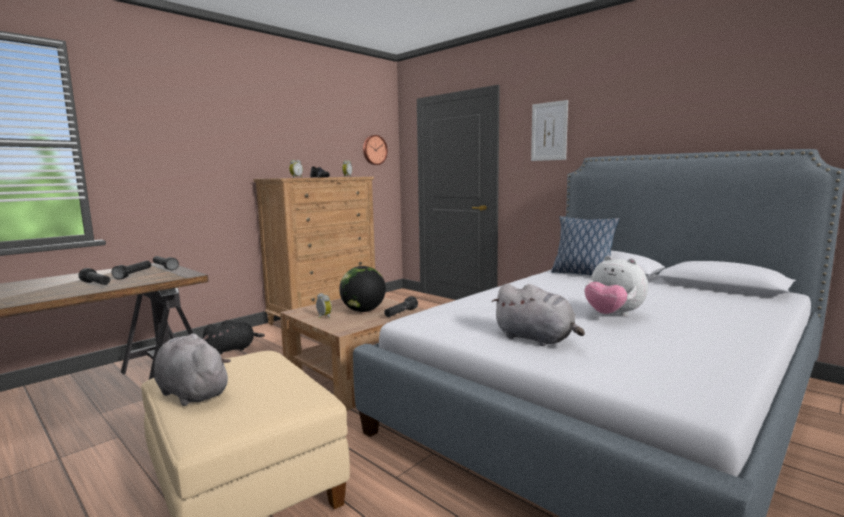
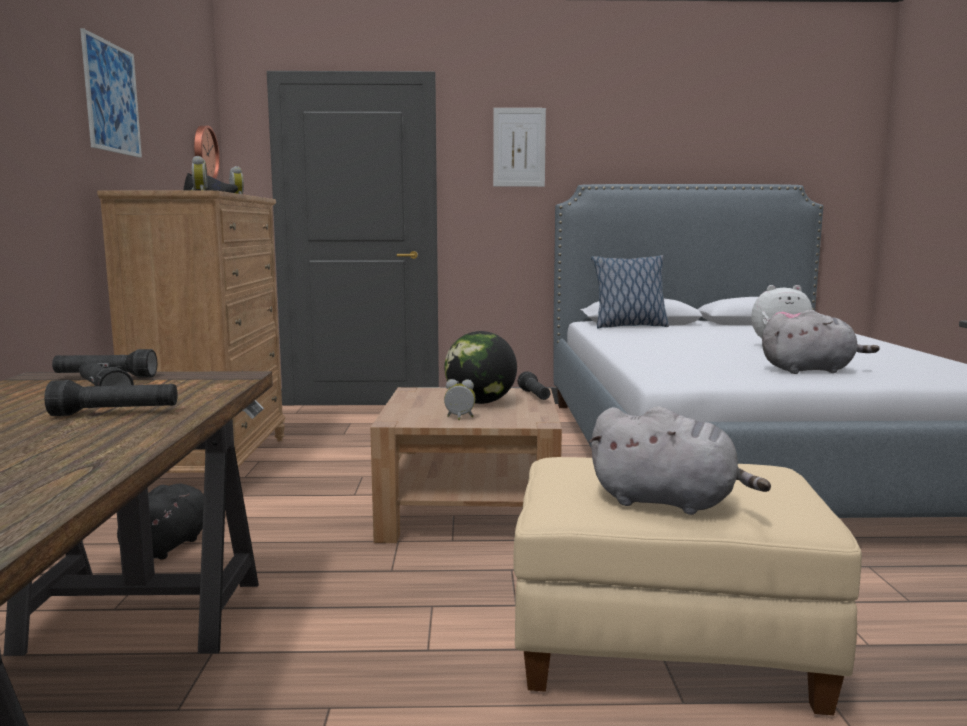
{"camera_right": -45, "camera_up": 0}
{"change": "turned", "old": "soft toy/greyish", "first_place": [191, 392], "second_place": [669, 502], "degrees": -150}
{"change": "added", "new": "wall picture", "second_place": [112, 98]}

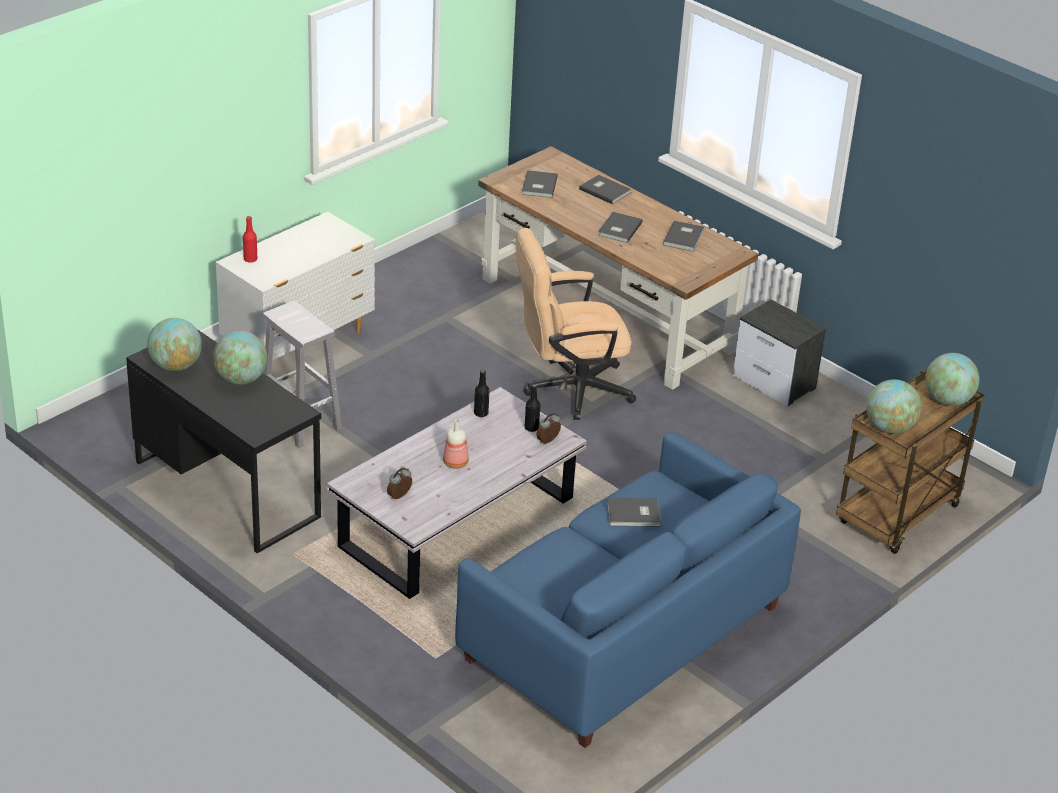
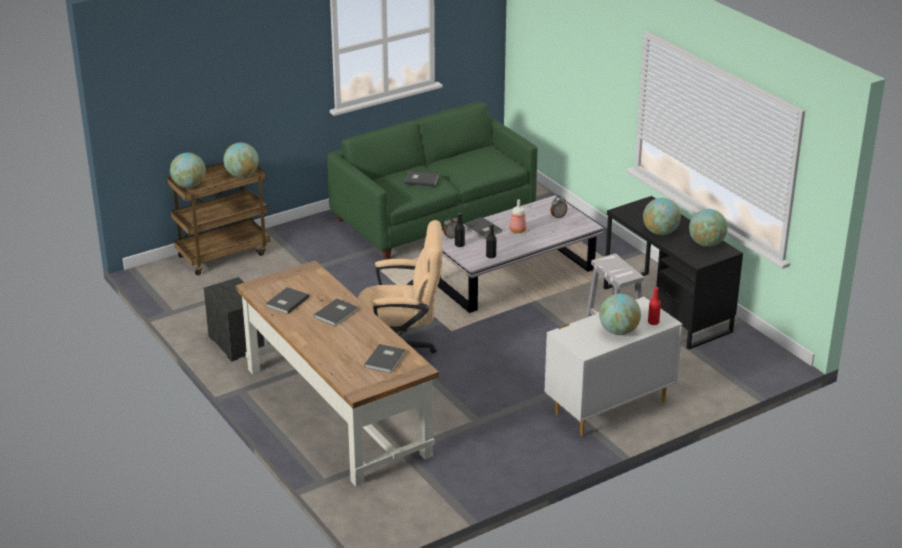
{"camera_right": -165, "camera_up": -5}
{"change": "recoloured", "old": "sofa/bluish", "new": "sofa/green-coloured", "first_place": [623, 633], "second_place": [433, 217]}
{"change": "moved", "old": "bound book/greyish", "first_place": [605, 190], "second_place": [482, 230]}
{"change": "added", "new": "world globe", "second_place": [618, 331]}

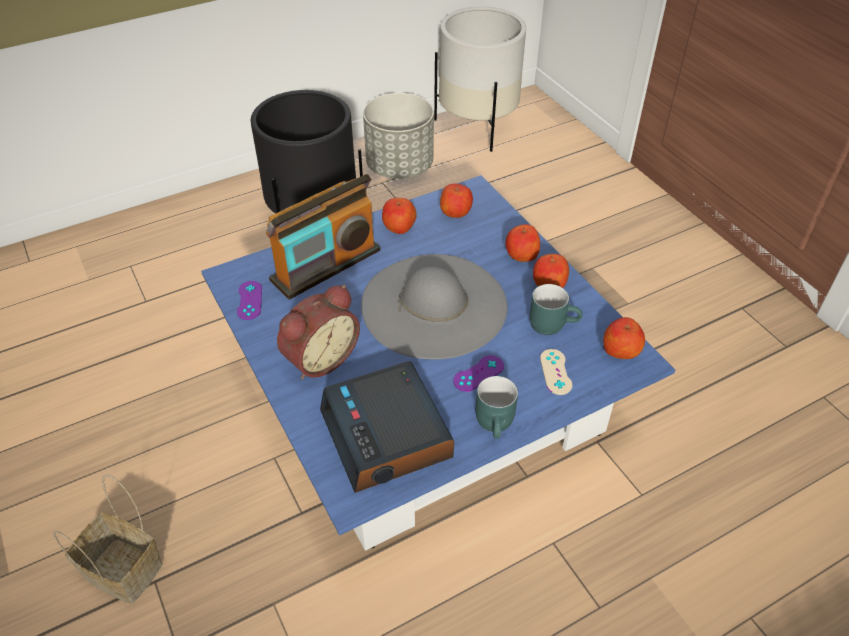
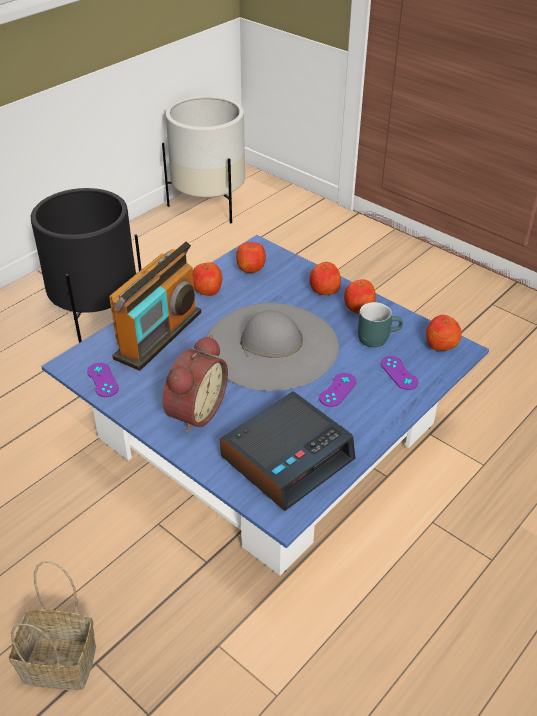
{"camera_right": -20, "camera_up": -5}
{"change": "turned", "old": "bedside clock", "first_place": [387, 435], "second_place": [287, 457], "degrees": -90}
{"change": "removed", "old": "flower pot/greyish", "first_place": [399, 167]}
{"change": "removed", "old": "mug/turquoise", "first_place": [497, 424]}
{"change": "recoloured", "old": "game controller/beige-coloured", "new": "game controller/purplish", "first_place": [555, 372], "second_place": [399, 373]}

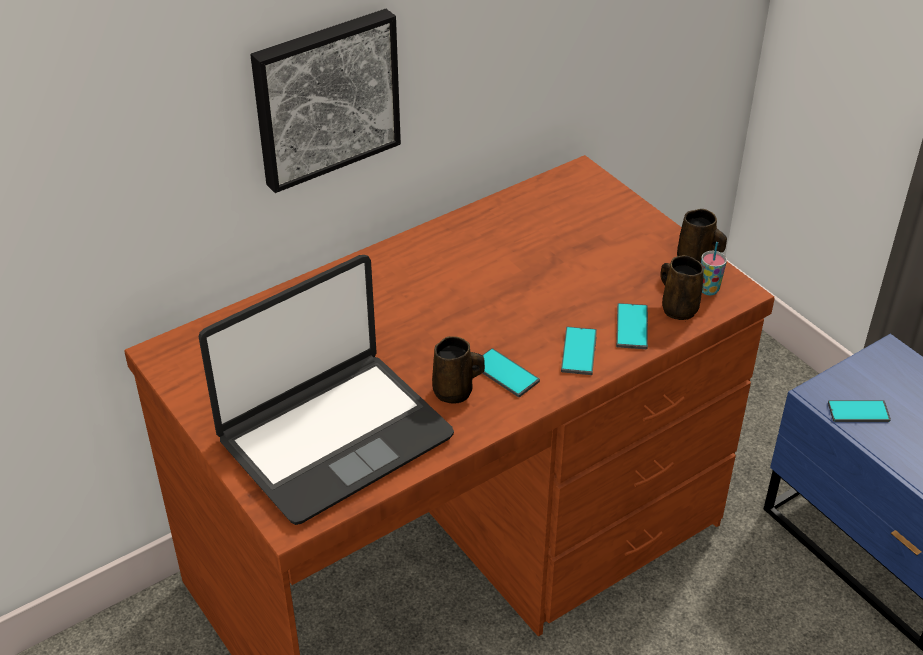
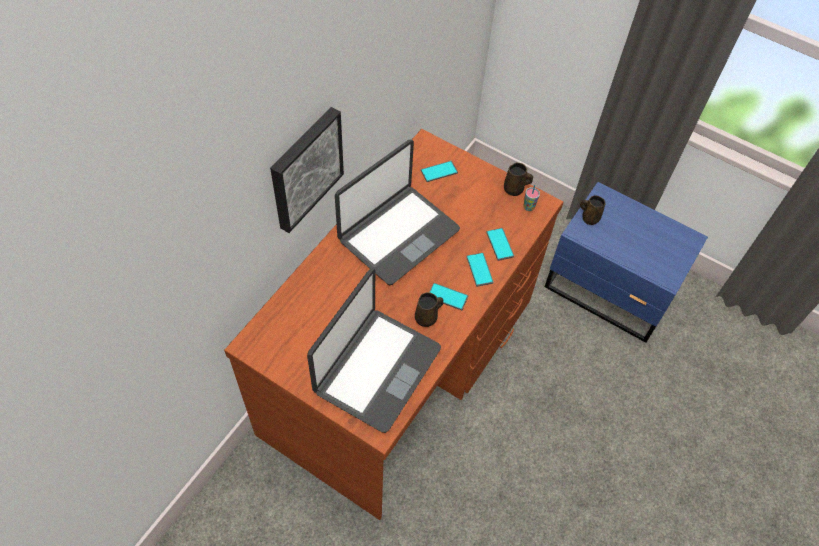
{"camera_right": -25, "camera_up": 15}
{"change": "moved", "old": "mug/brown-coloured", "first_place": [678, 308], "second_place": [589, 218]}
{"change": "moved", "old": "phone", "first_place": [858, 411], "second_place": [439, 171]}
{"change": "added", "new": "portable computer", "second_place": [397, 234]}

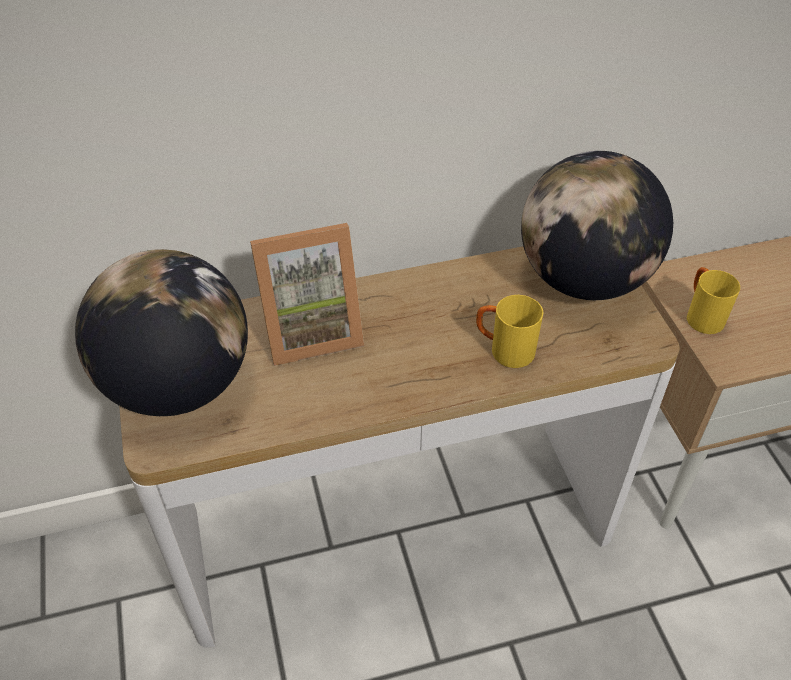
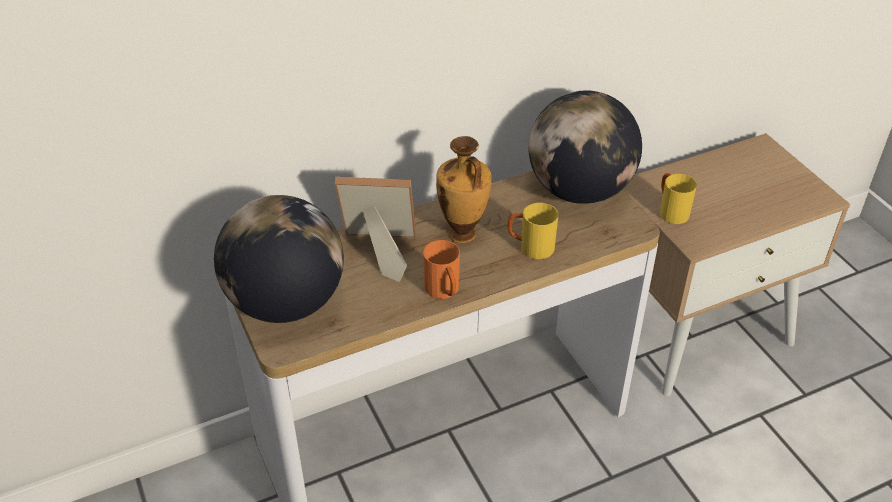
{"camera_right": -10, "camera_up": -5}
{"change": "turned", "old": "standing frame", "first_place": [310, 330], "second_place": [378, 252], "degrees": -150}
{"change": "added", "new": "mug/orange-coloured", "second_place": [444, 292]}
{"change": "added", "new": "flower vase", "second_place": [462, 235]}

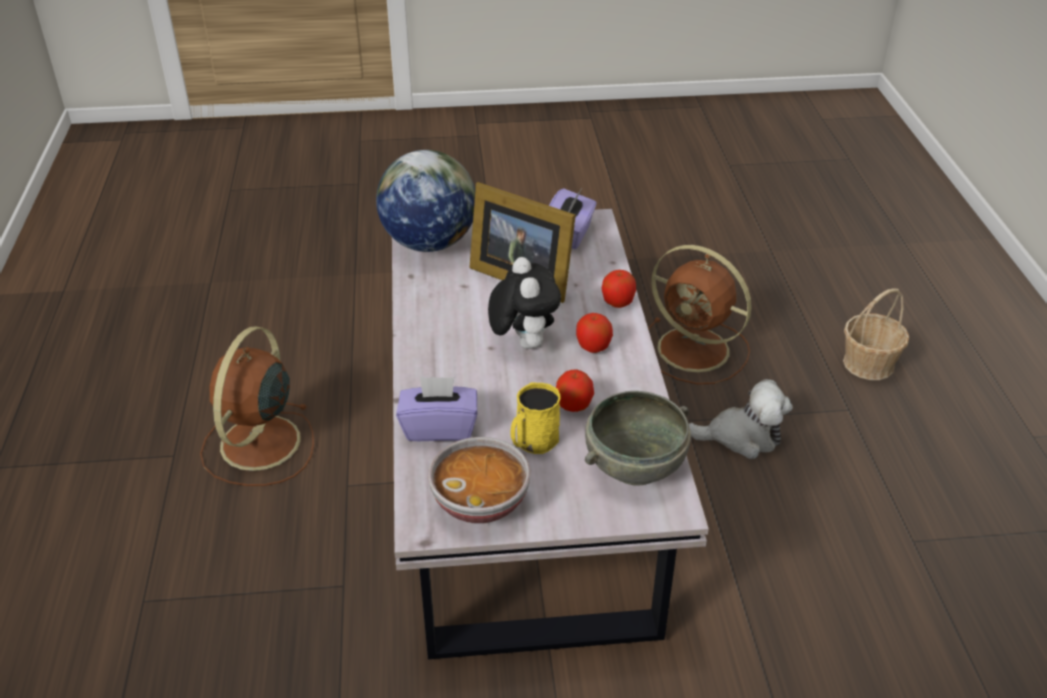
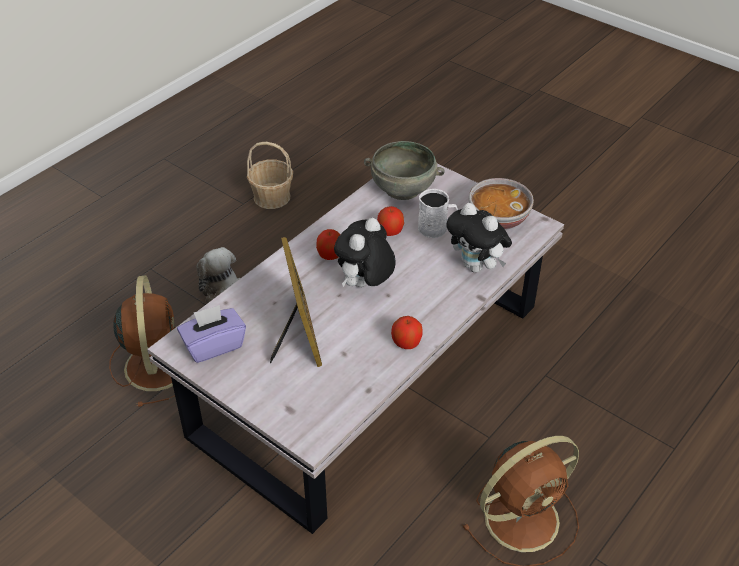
{"camera_right": -135, "camera_up": 5}
{"change": "removed", "old": "world globe", "first_place": [429, 243]}
{"change": "replaced", "old": "box of tissues/purplish", "new": "soft toy", "first_place": [439, 427], "second_place": [477, 266]}
{"change": "recoloured", "old": "mug/yellow", "new": "mug/whitish", "first_place": [533, 442], "second_place": [437, 228]}
{"change": "moved", "old": "apple", "first_place": [618, 303], "second_place": [406, 343]}
{"change": "moved", "old": "storage basket", "first_place": [869, 364], "second_place": [271, 197]}

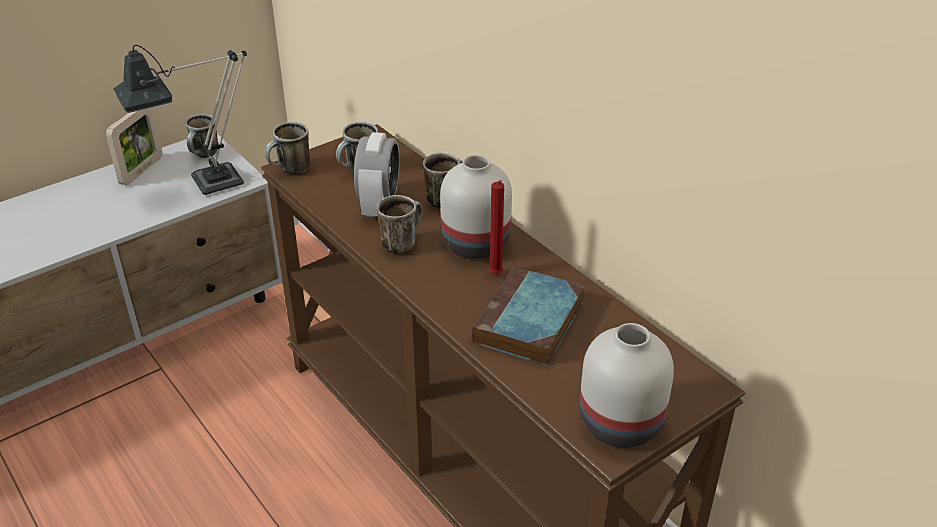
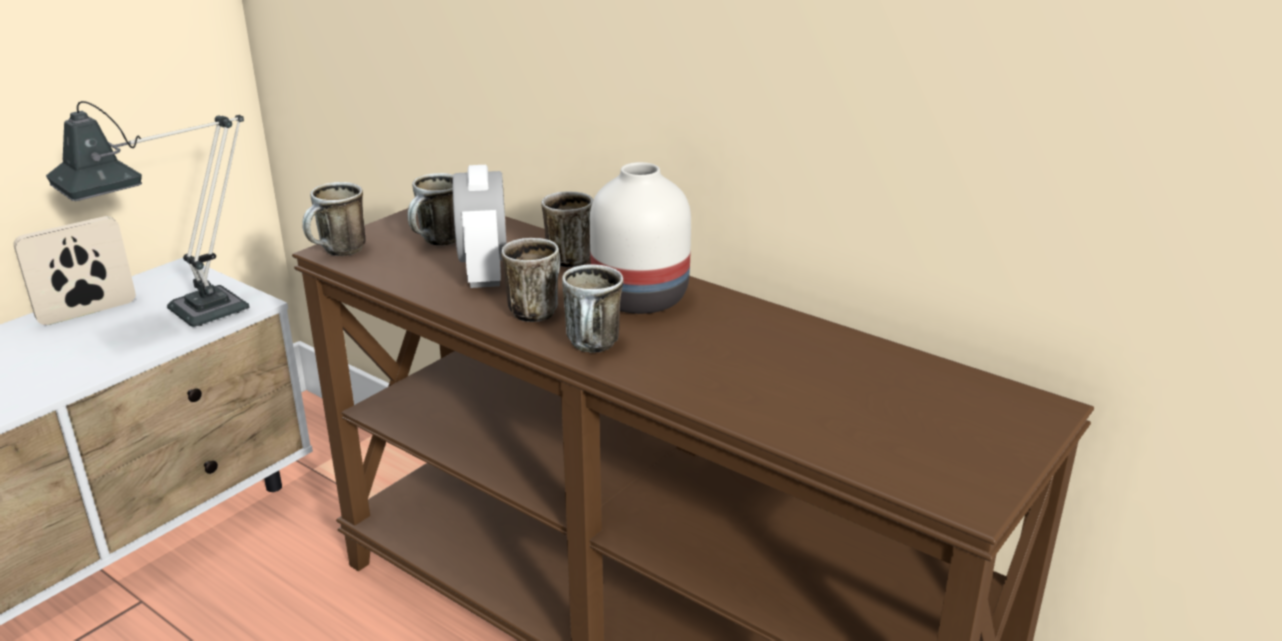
{"camera_right": -15, "camera_up": -10}
{"change": "turned", "old": "standing frame", "first_place": [141, 170], "second_place": [88, 312], "degrees": -135}
{"change": "moved", "old": "mug", "first_place": [204, 155], "second_place": [595, 348]}
{"change": "removed", "old": "bound book", "first_place": [529, 324]}
{"change": "removed", "old": "wax candle/red", "first_place": [496, 276]}
{"change": "removed", "old": "flower vase/whitish", "first_place": [621, 425]}

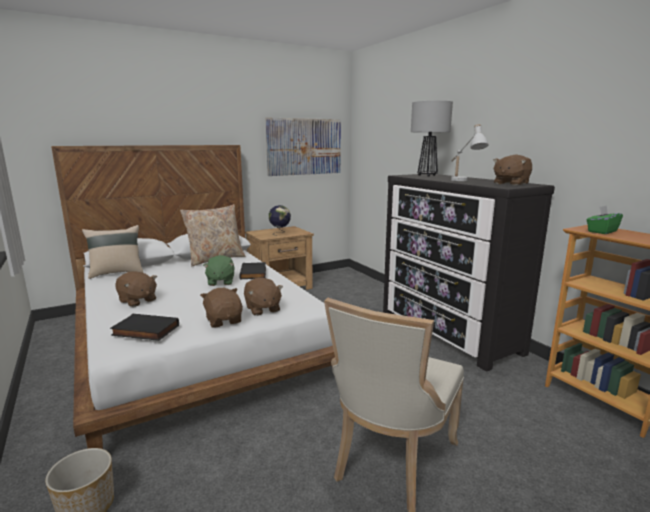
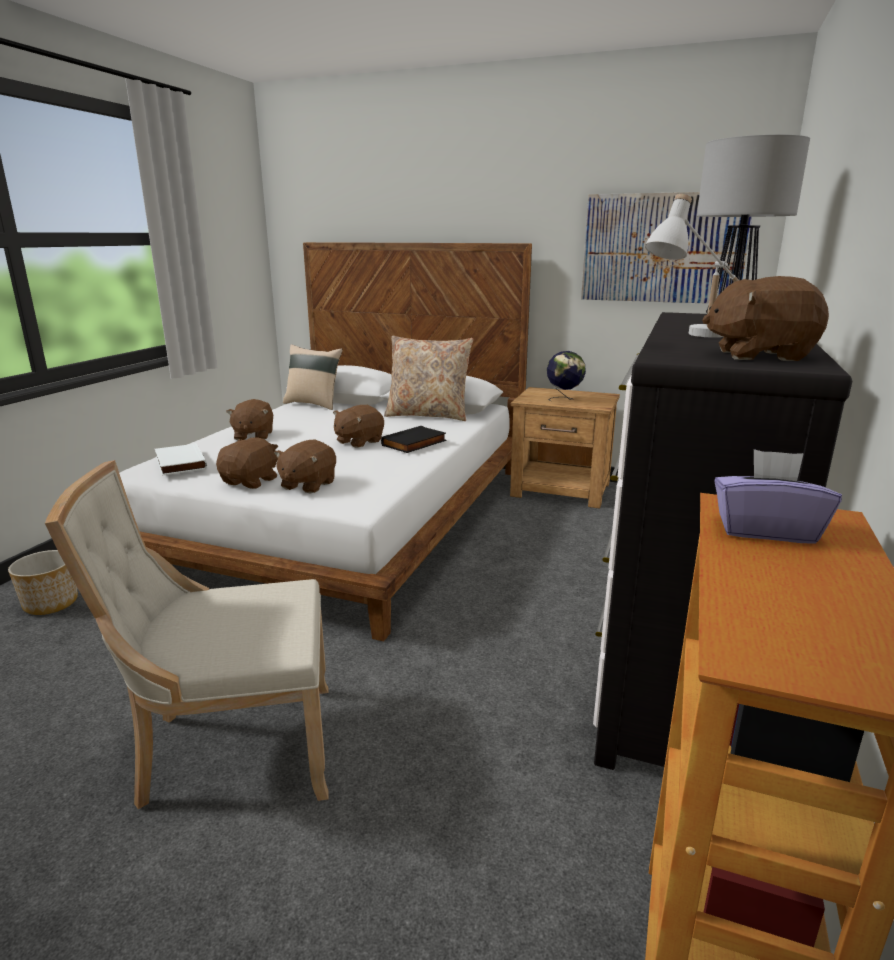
{"camera_right": 50, "camera_up": 5}
{"change": "recoloured", "old": "bound book/black", "new": "bound book/whitish", "first_place": [144, 331], "second_place": [179, 463]}
{"change": "recoloured", "old": "soft toy/green-coloured", "new": "soft toy/brown-coloured", "first_place": [220, 282], "second_place": [358, 441]}
{"change": "recoloured", "old": "box of tissues/green-coloured", "new": "box of tissues/purplish", "first_place": [601, 231], "second_place": [765, 530]}

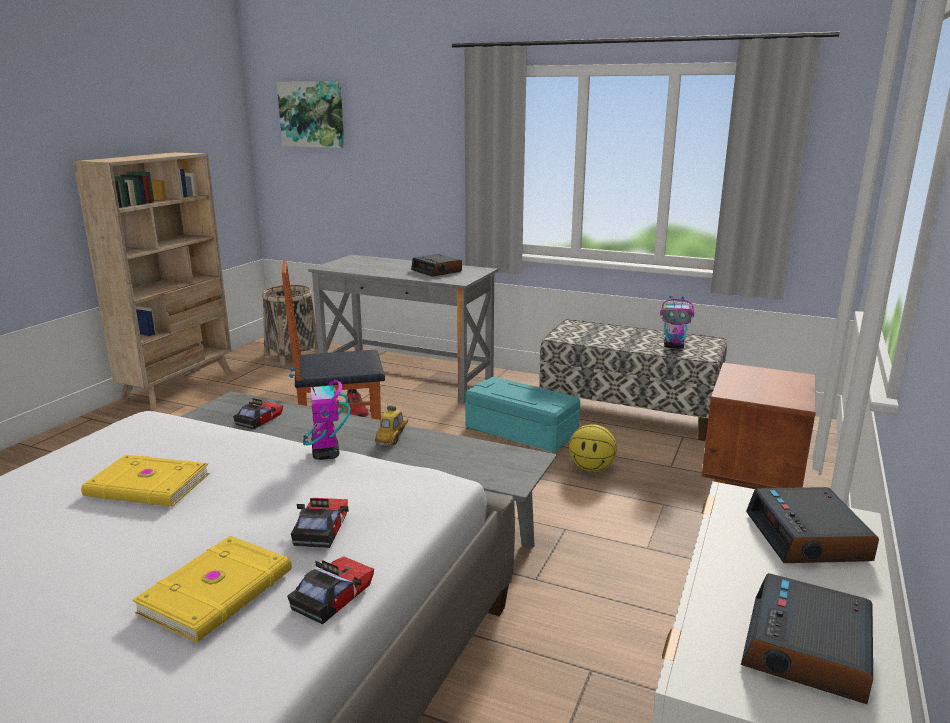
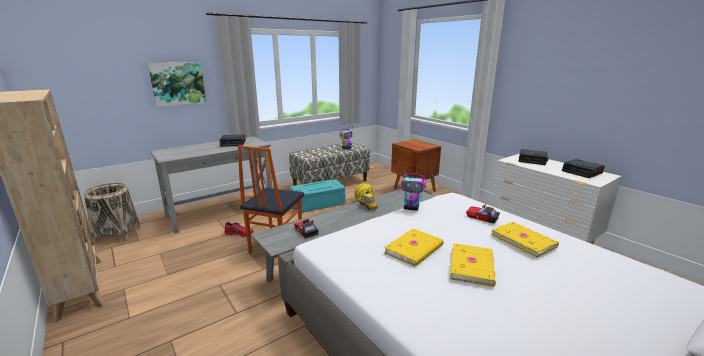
{"camera_right": -60, "camera_up": 0}
{"change": "moved", "old": "wall picture", "first_place": [312, 114], "second_place": [178, 83]}
{"change": "removed", "old": "toy car", "first_place": [332, 595]}
{"change": "added", "new": "bound book/yellow", "second_place": [473, 266]}

